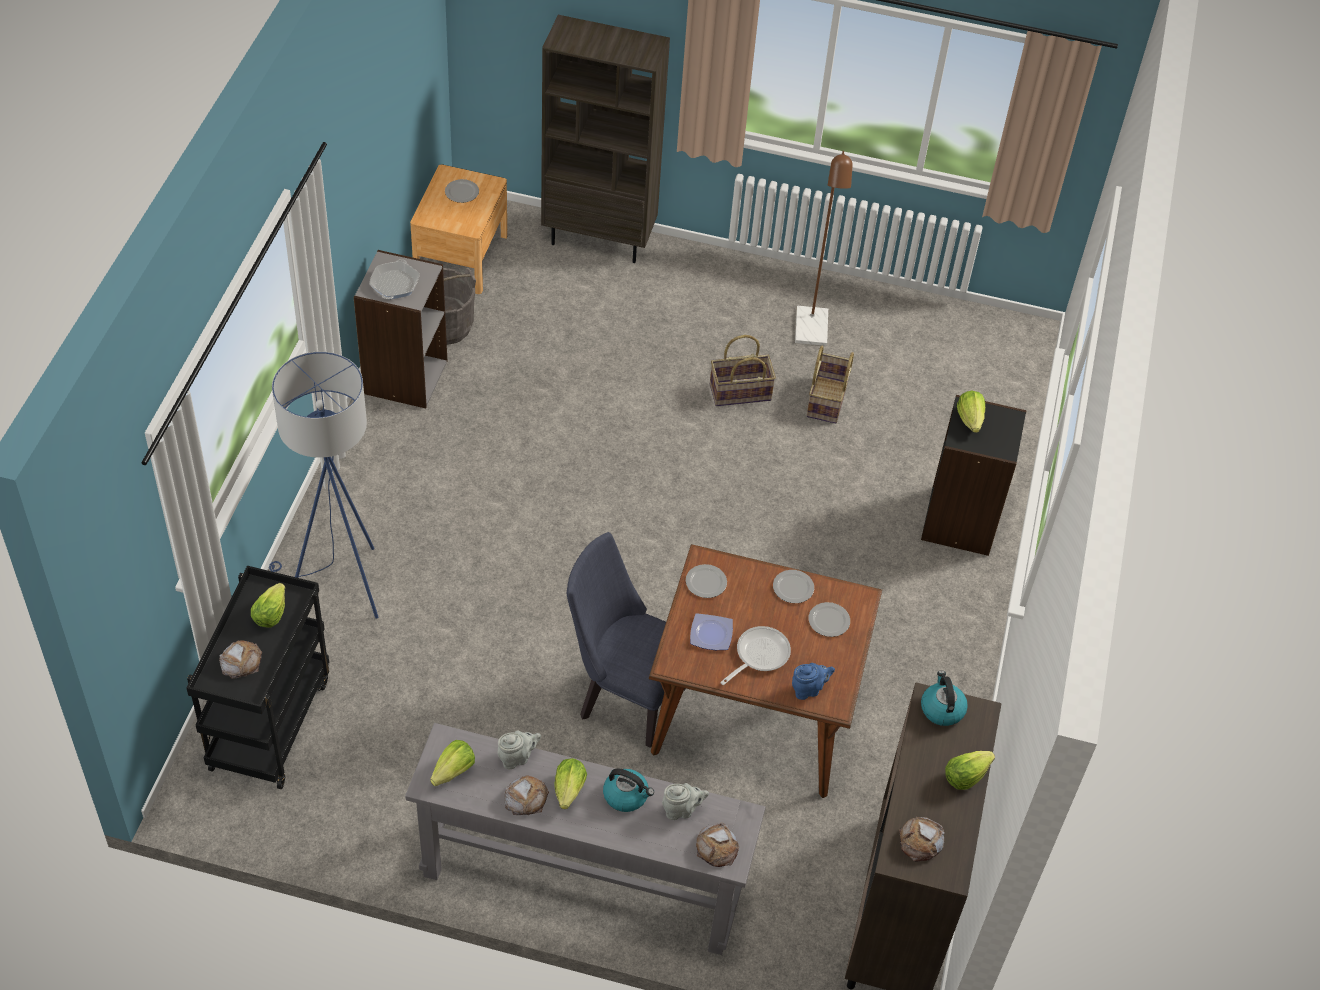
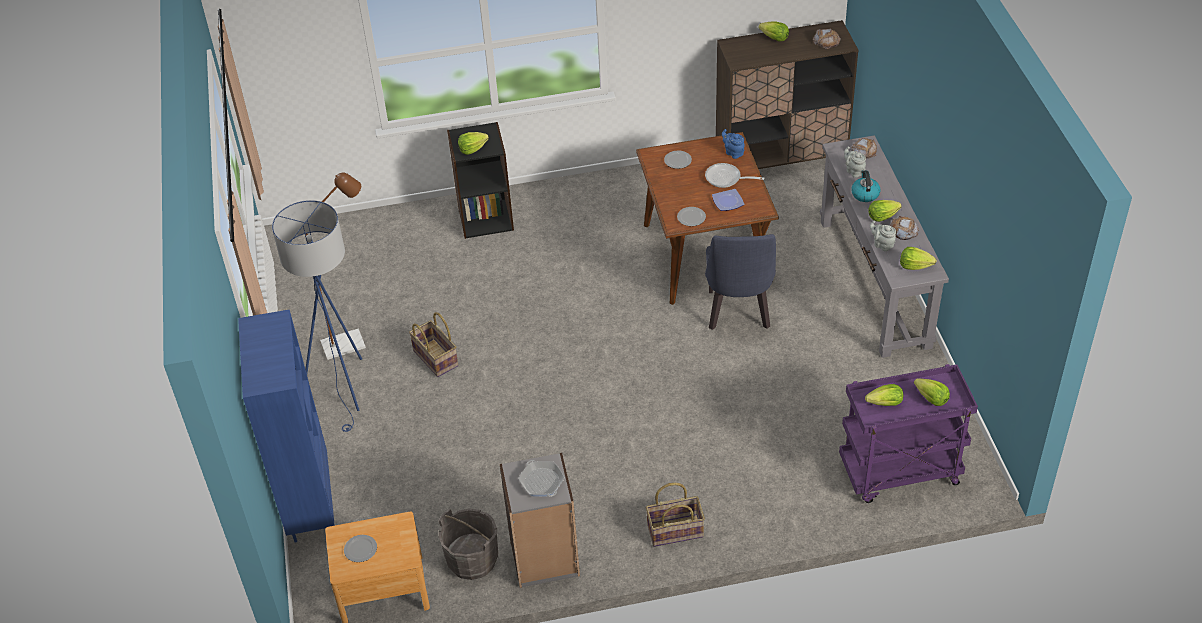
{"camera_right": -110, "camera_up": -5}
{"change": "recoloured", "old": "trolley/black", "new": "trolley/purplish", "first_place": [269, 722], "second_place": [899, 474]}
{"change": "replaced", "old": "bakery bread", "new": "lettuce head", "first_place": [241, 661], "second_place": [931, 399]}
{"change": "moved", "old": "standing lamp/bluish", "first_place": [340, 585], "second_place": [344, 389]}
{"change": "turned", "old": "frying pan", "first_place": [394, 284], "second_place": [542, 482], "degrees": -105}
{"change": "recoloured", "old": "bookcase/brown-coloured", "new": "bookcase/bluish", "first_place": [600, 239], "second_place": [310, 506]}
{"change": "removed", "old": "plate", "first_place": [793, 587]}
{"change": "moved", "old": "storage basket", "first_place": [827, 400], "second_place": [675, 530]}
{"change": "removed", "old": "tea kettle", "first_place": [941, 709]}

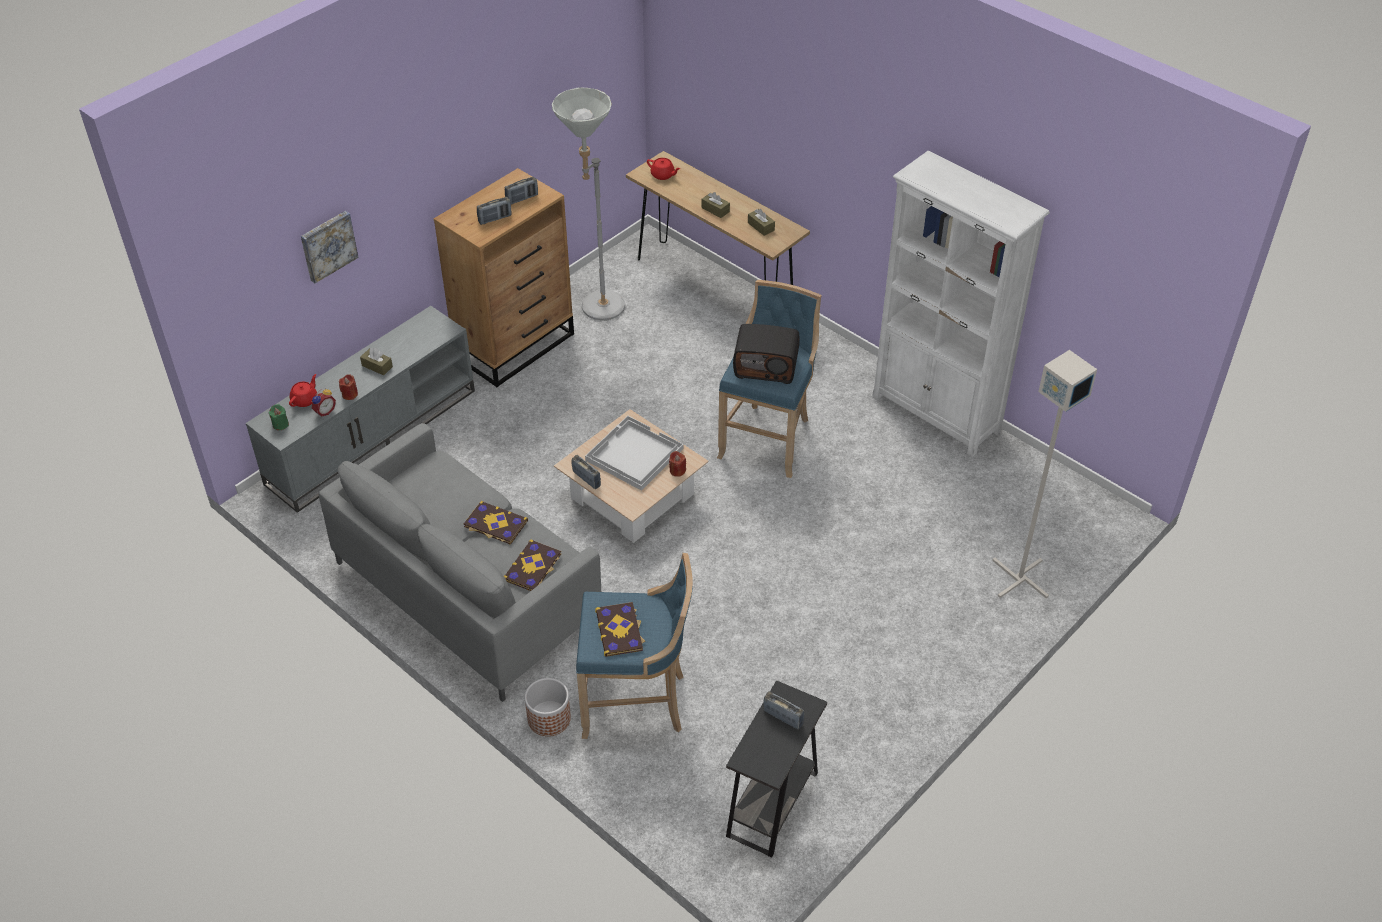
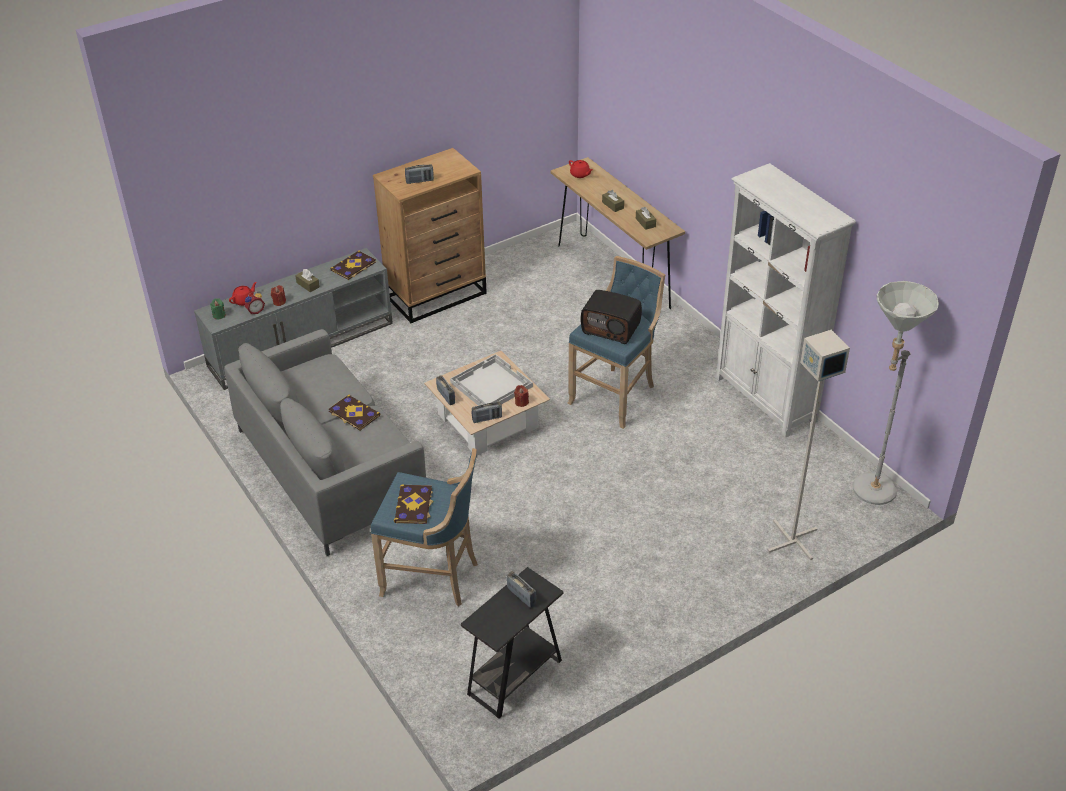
{"camera_right": 15, "camera_up": -5}
{"change": "removed", "old": "wall picture", "first_place": [328, 245]}
{"change": "moved", "old": "bound book", "first_place": [533, 567], "second_place": [354, 266]}
{"change": "moved", "old": "radio set", "first_place": [522, 199], "second_place": [487, 418]}
{"change": "removed", "old": "flower pot", "first_place": [548, 718]}
{"change": "moved", "old": "standing lamp/greyish", "first_place": [596, 311], "second_place": [867, 493]}

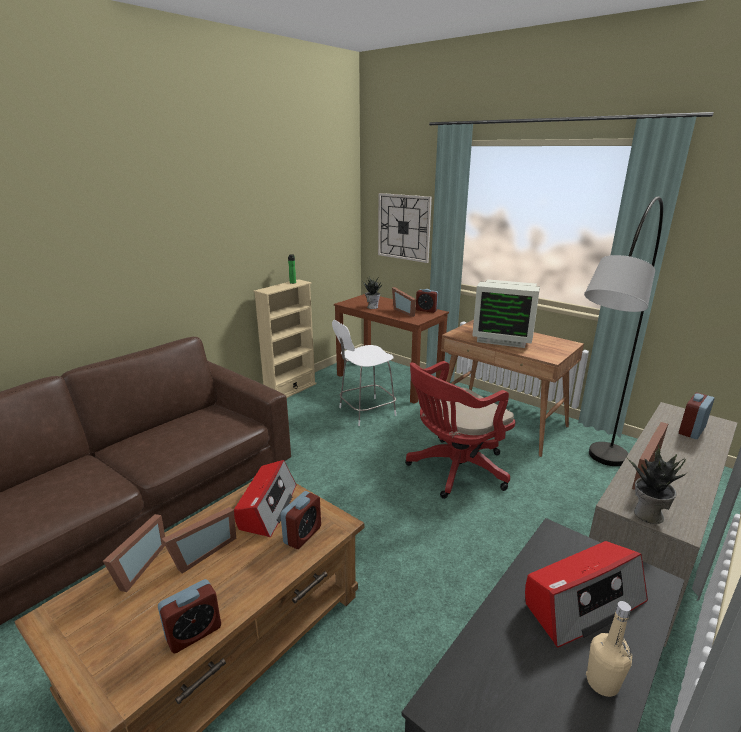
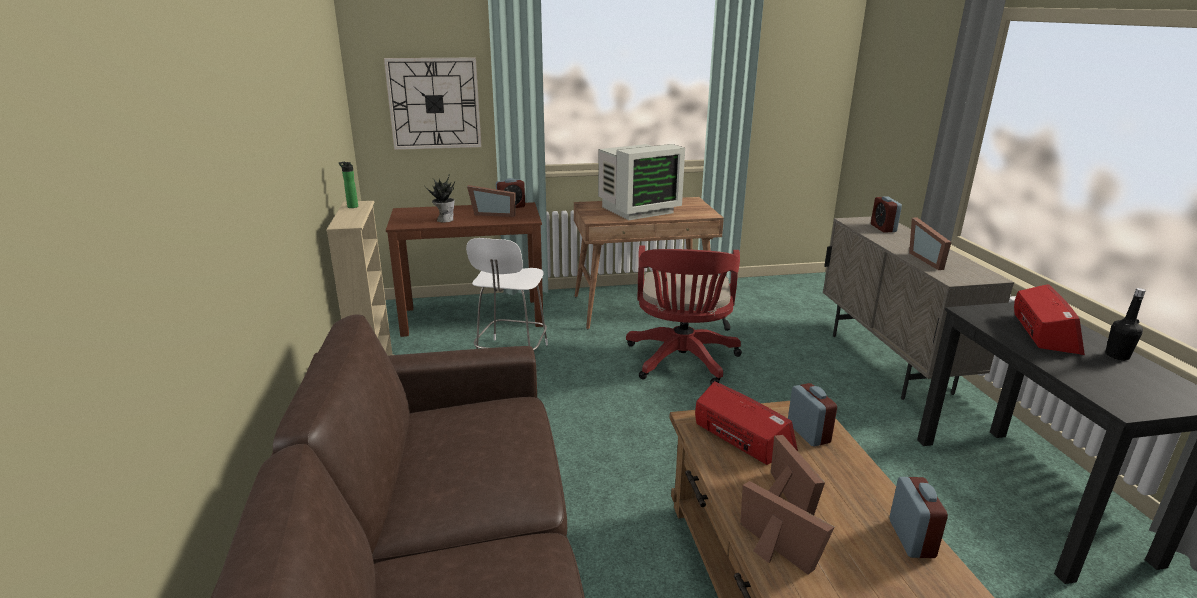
{"camera_right": -50, "camera_up": 0}
{"change": "removed", "old": "standing lamp/greyish", "first_place": [589, 490]}
{"change": "recoloured", "old": "bottle/beige-coloured", "new": "bottle/black", "first_place": [602, 682], "second_place": [1117, 356]}
{"change": "removed", "old": "houseplant", "first_place": [647, 514]}

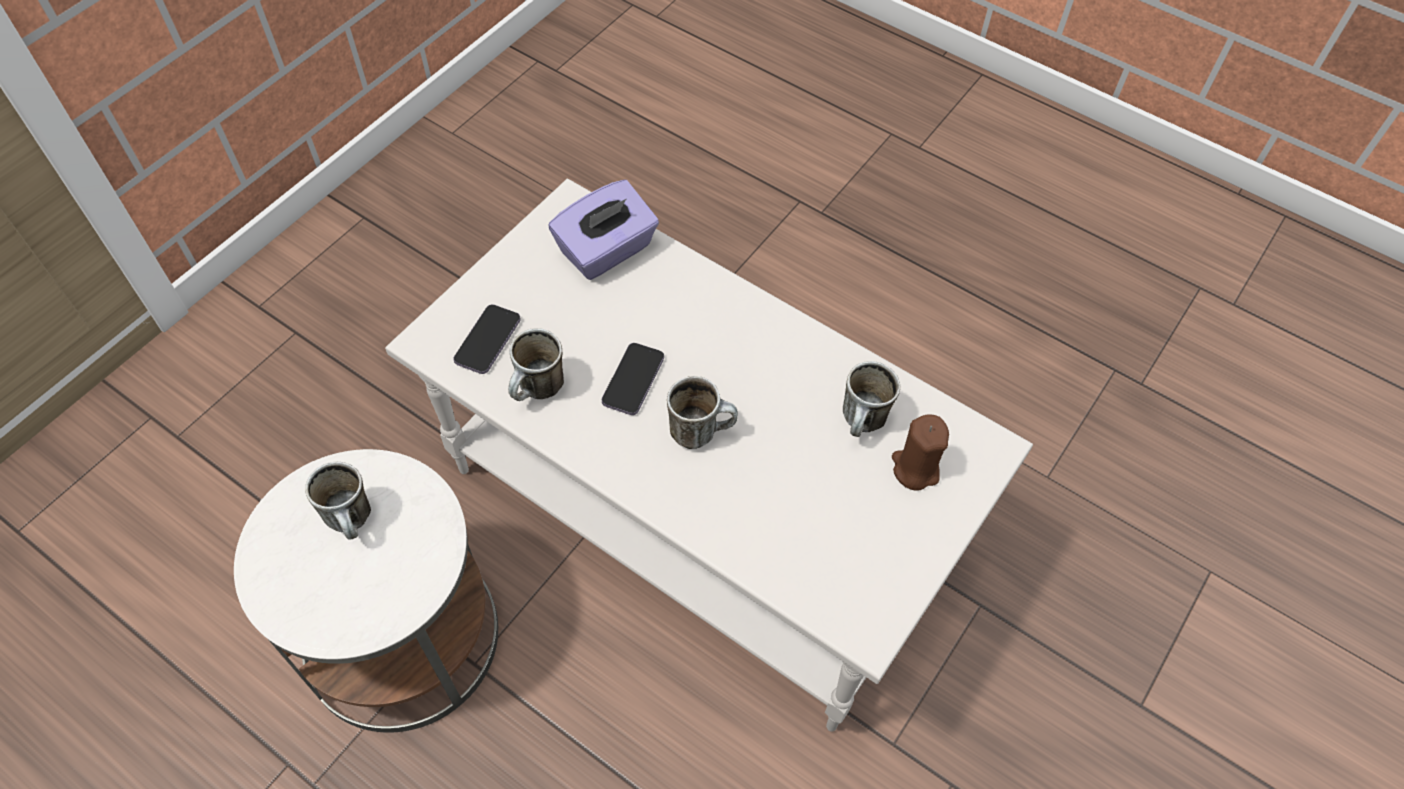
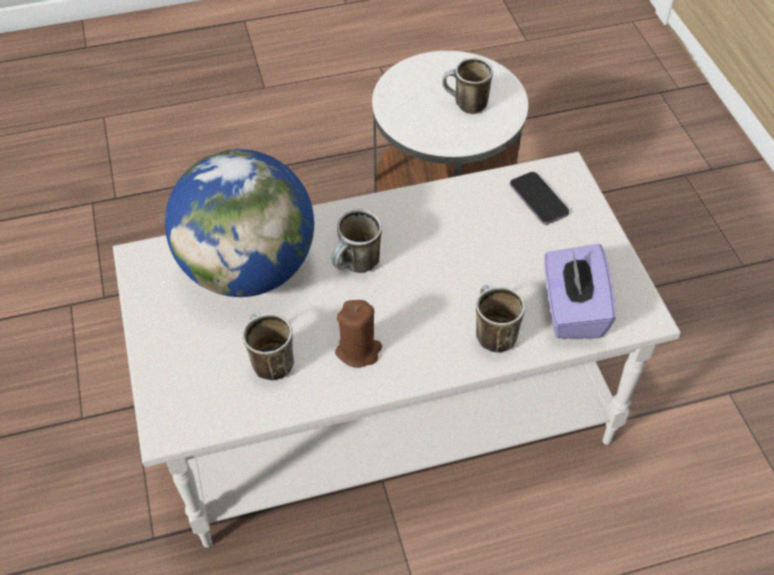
{"camera_right": 130, "camera_up": -5}
{"change": "moved", "old": "mug", "first_place": [539, 392], "second_place": [491, 334]}
{"change": "removed", "old": "phone", "first_place": [633, 380]}
{"change": "moved", "old": "wax candle/brown-coloured", "first_place": [915, 468], "second_place": [358, 350]}
{"change": "added", "new": "world globe", "second_place": [248, 269]}

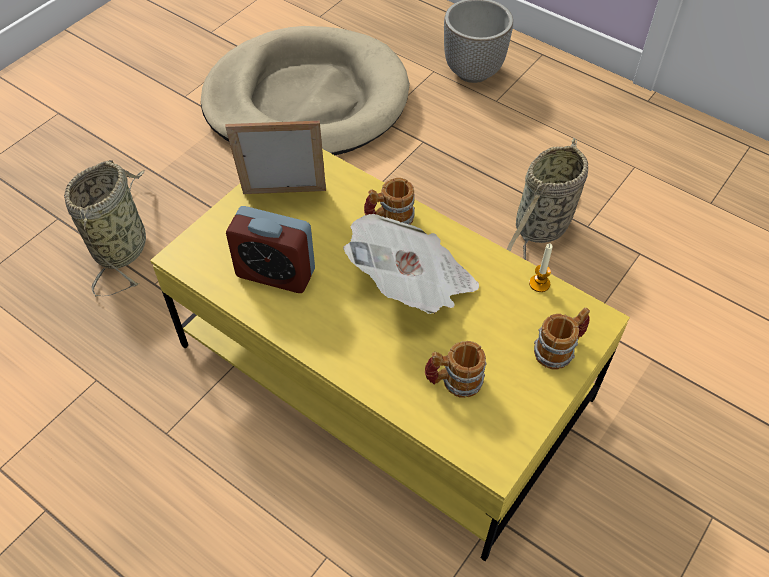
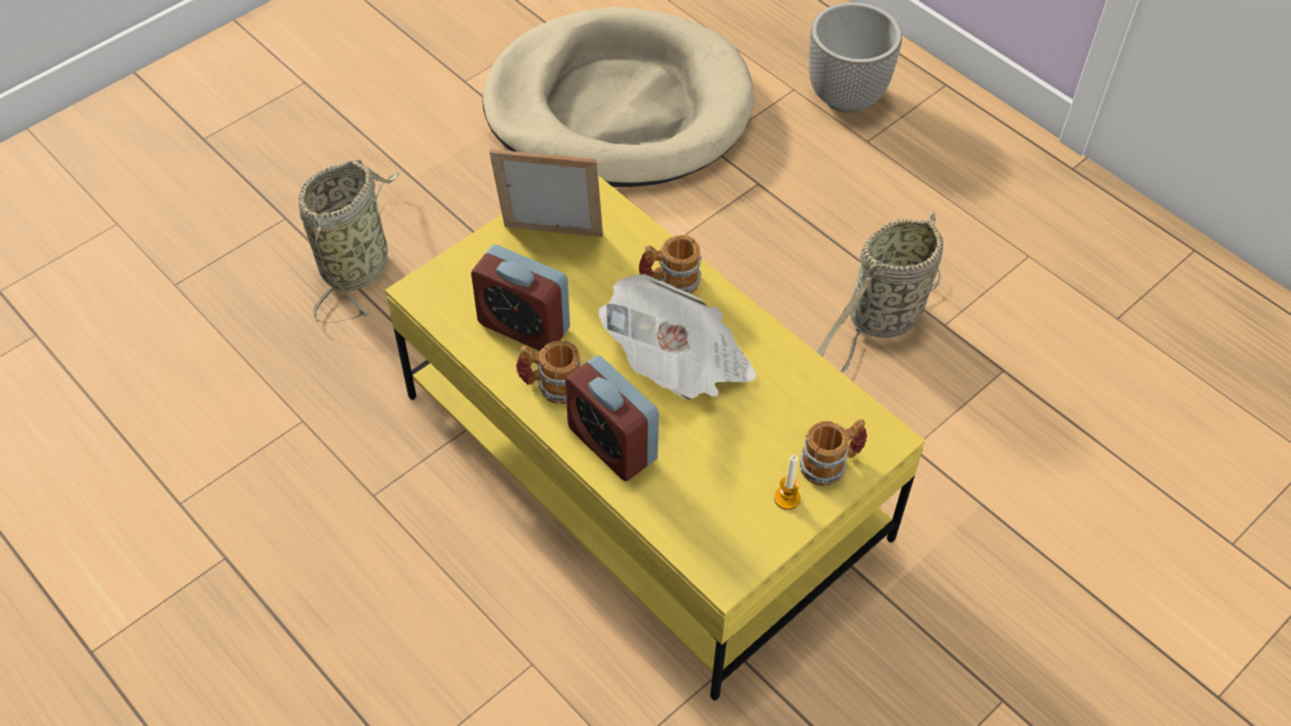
{"camera_right": 10, "camera_up": 0}
{"change": "moved", "old": "mug", "first_place": [453, 381], "second_place": [551, 386]}
{"change": "moved", "old": "wax candle", "first_place": [539, 284], "second_place": [787, 498]}
{"change": "added", "new": "bedside clock", "second_place": [612, 444]}

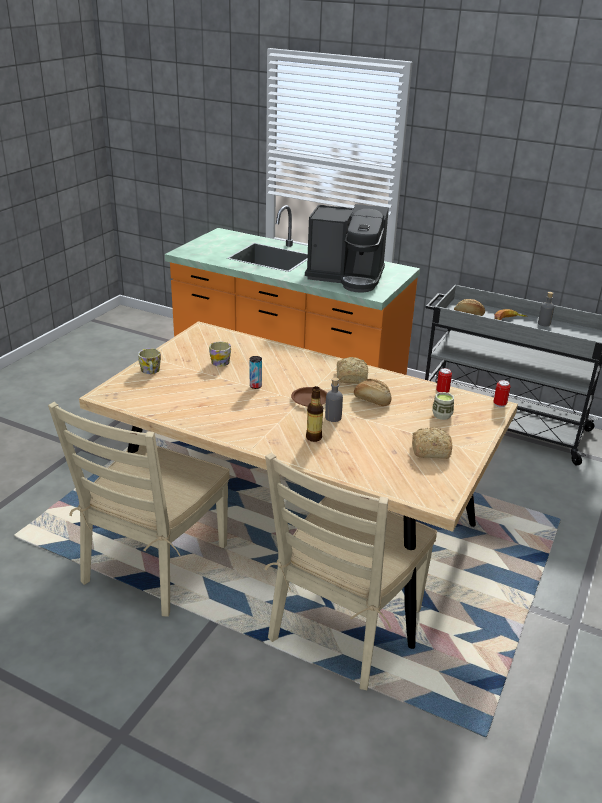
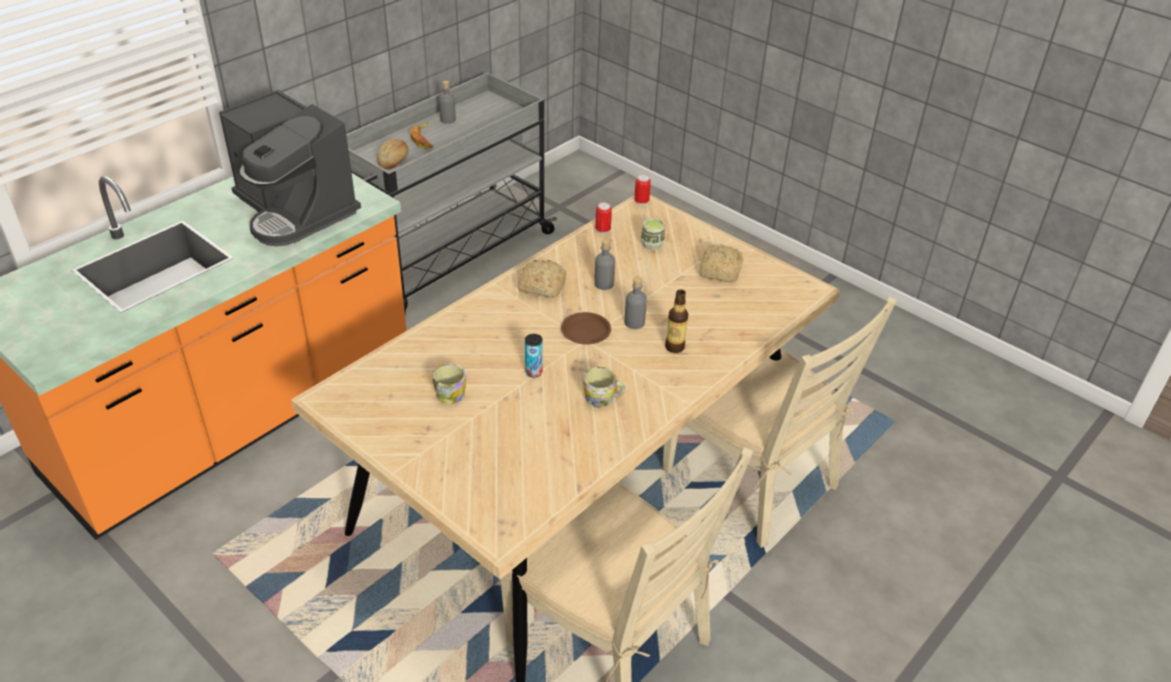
{"camera_right": -75, "camera_up": 10}
{"change": "moved", "old": "mug", "first_place": [150, 371], "second_place": [603, 398]}
{"change": "turned", "old": "coffee machine", "first_place": [346, 277], "second_place": [295, 210], "degrees": 105}
{"change": "replaced", "old": "bakery bread", "new": "bottle/greyish", "first_place": [372, 400], "second_place": [604, 284]}

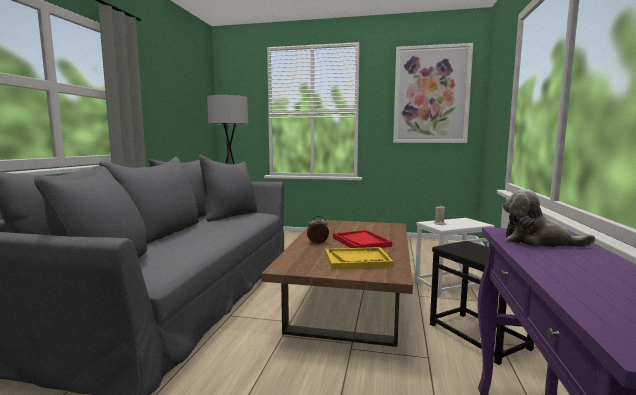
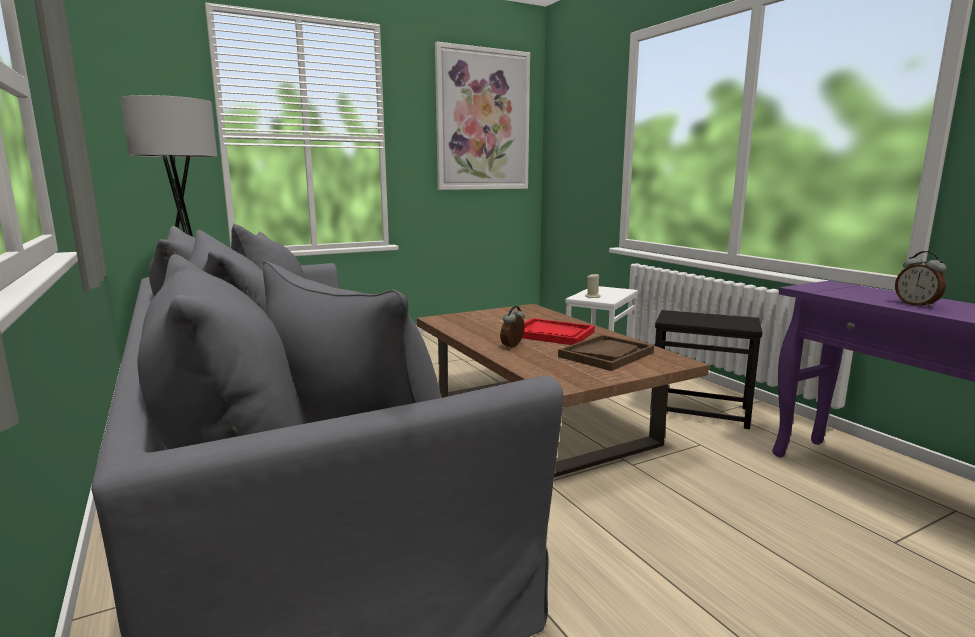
{"camera_right": -40, "camera_up": 5}
{"change": "recoloured", "old": "tray/yellow", "new": "tray/brown-coloured", "first_place": [357, 260], "second_place": [606, 354]}
{"change": "removed", "old": "soft toy", "first_place": [537, 242]}
{"change": "added", "new": "bedside clock", "second_place": [917, 305]}

